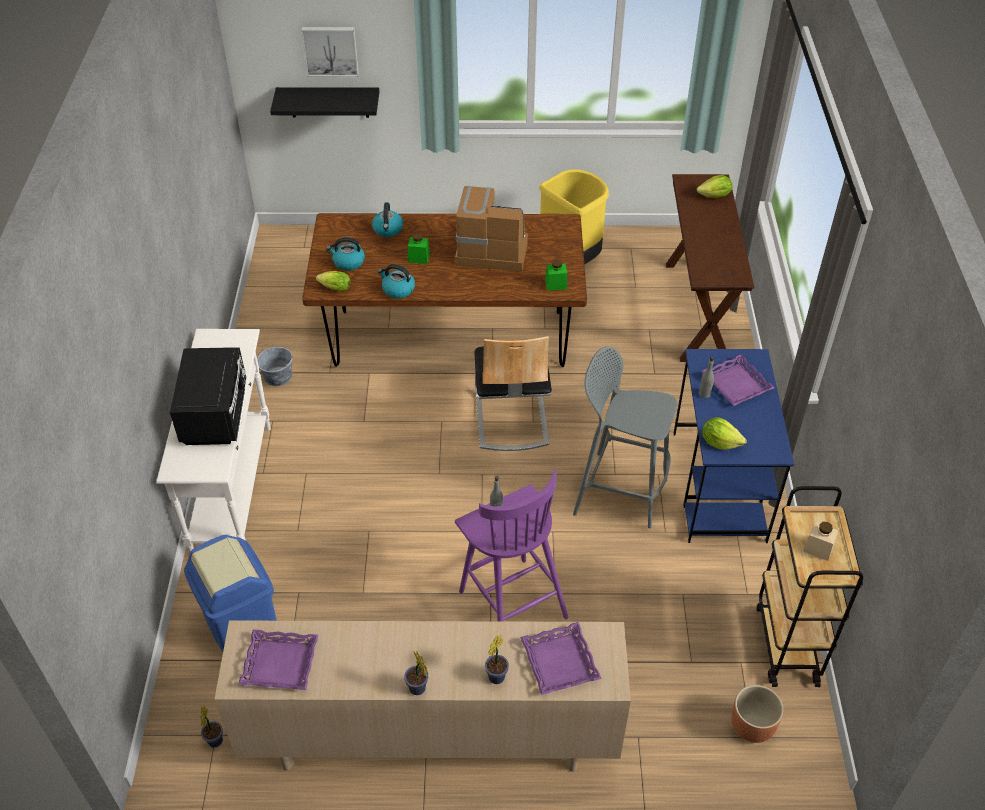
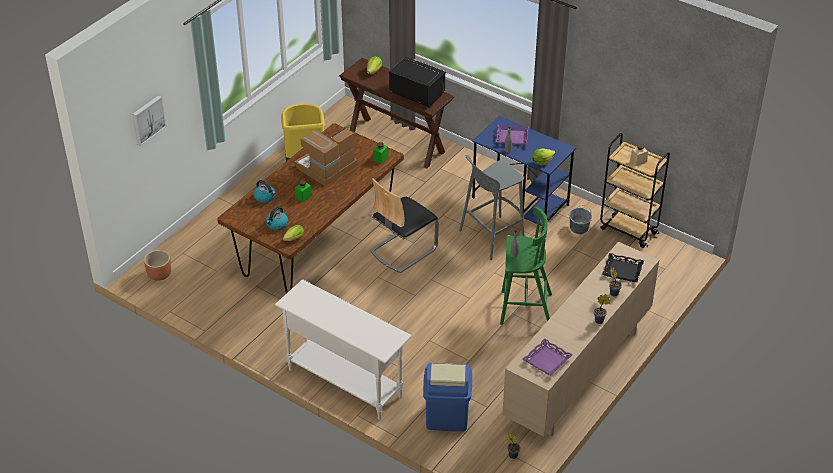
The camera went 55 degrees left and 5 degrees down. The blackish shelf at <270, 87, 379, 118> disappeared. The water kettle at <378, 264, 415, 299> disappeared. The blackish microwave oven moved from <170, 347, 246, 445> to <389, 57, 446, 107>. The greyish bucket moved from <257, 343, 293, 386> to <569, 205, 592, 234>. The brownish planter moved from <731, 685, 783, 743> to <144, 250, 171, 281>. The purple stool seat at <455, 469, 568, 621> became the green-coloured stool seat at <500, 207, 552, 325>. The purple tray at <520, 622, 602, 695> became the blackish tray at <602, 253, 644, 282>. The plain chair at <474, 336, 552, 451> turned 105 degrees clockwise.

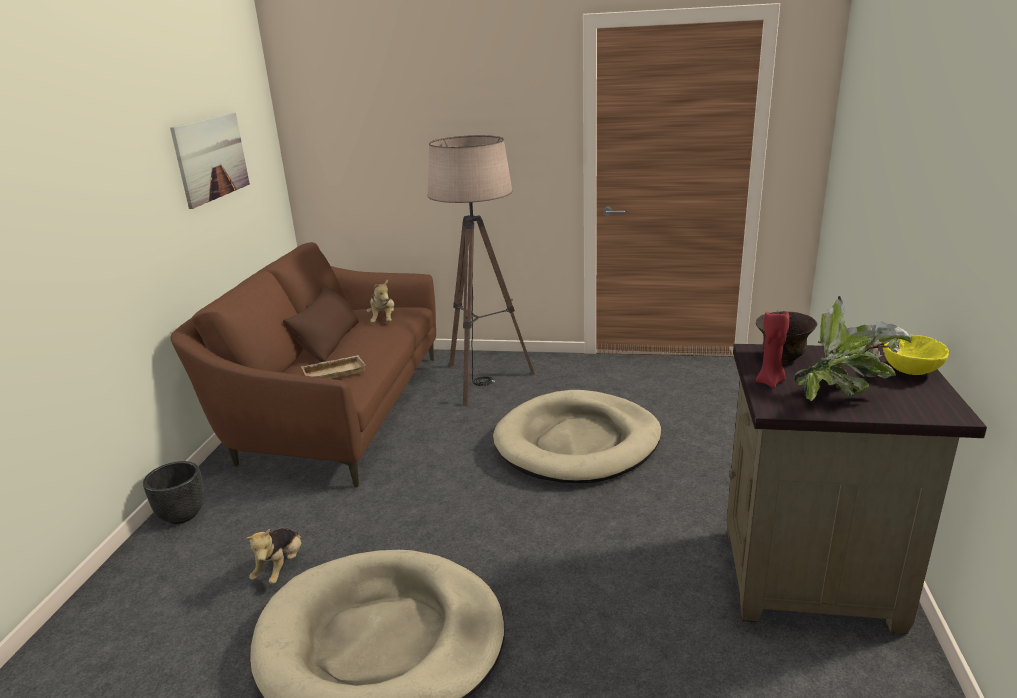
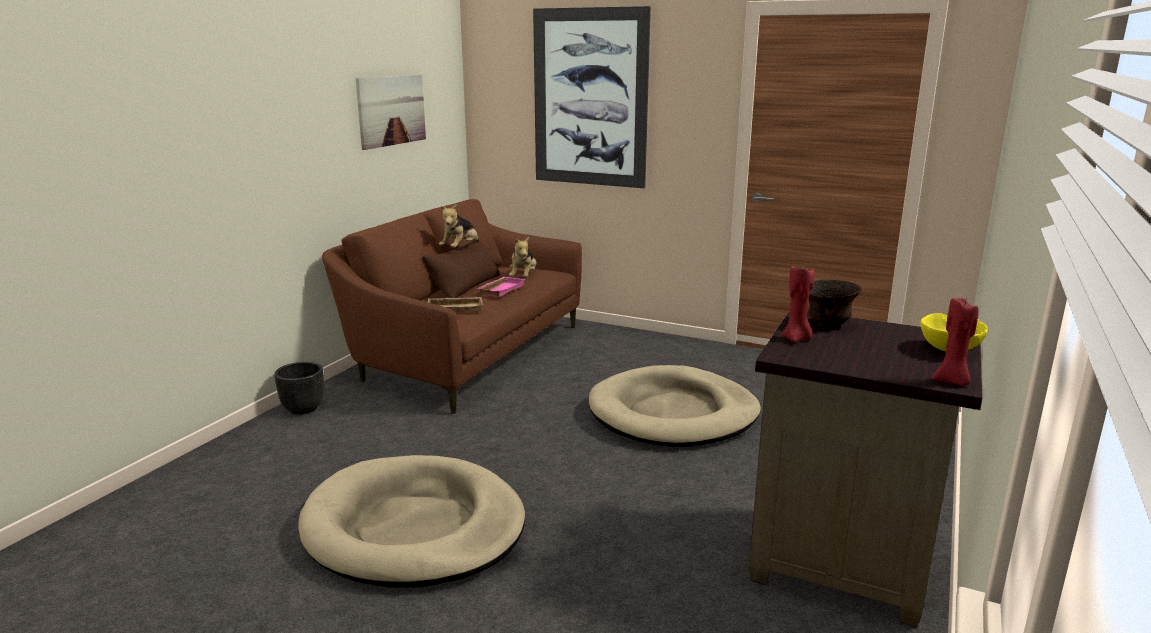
The camera went 15 degrees right and 5 degrees down. The standing lamp at <427, 135, 535, 406> disappeared. The potted plant at <794, 295, 912, 401> disappeared. The pink-coloured tray at <478, 277, 525, 297> appeared. The picture at <533, 6, 651, 189> appeared. The red candle at <932, 298, 978, 386> appeared. The soft toy moved from <246, 528, 301, 584> to <439, 204, 478, 248>.

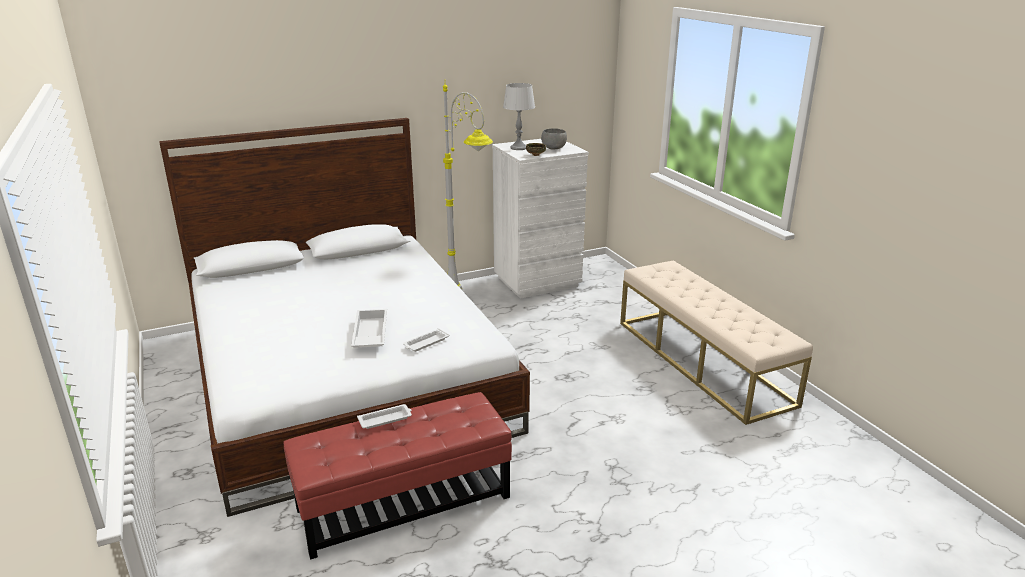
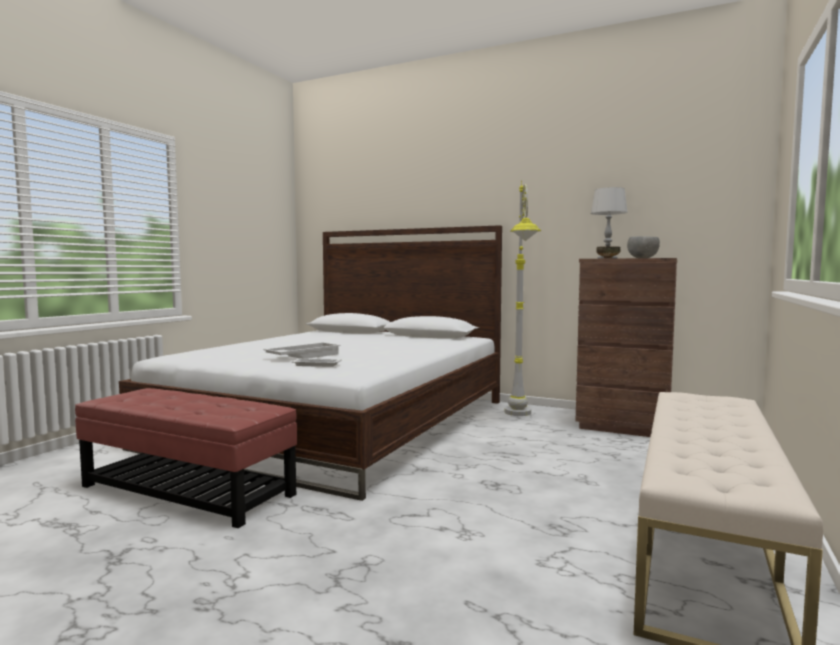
The camera went 50 degrees right and 20 degrees down. The whitish tray at <357, 404, 412, 429> disappeared. The whitish chest of drawers at <492, 139, 589, 299> became the brownish chest of drawers at <575, 258, 677, 437>.

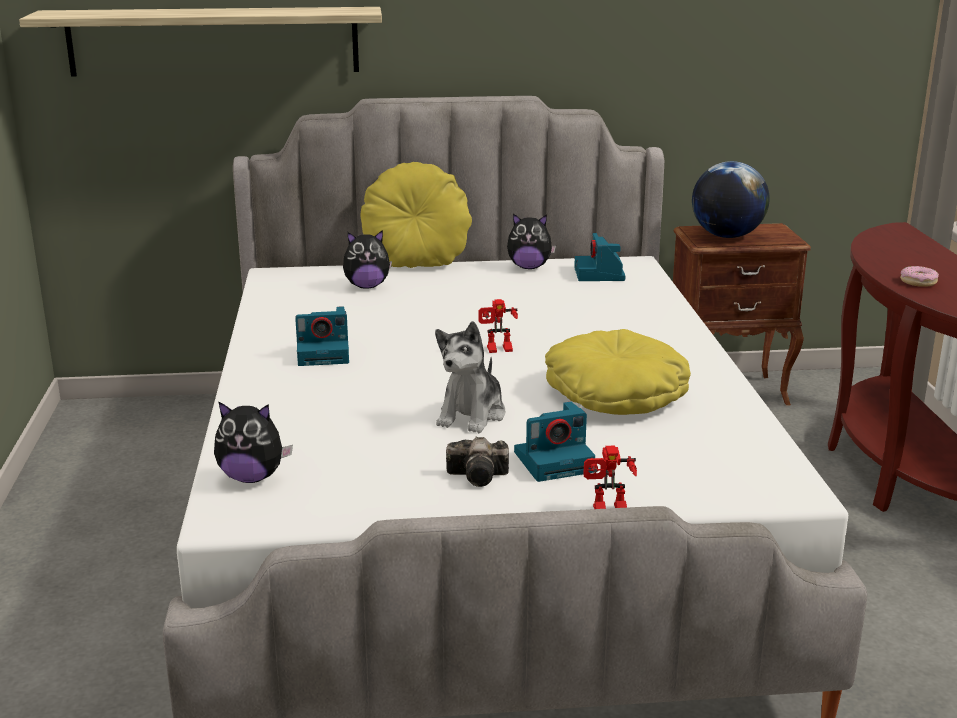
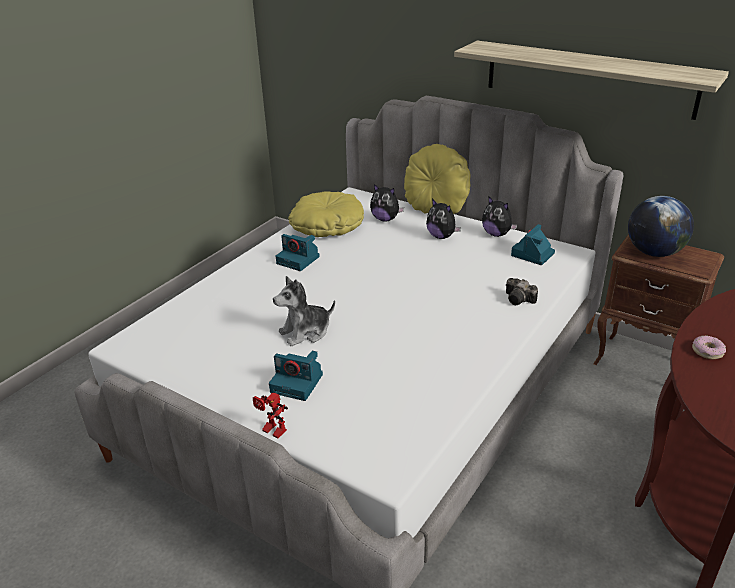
The camera went 40 degrees right and 10 degrees up. The toy robot at <478, 299, 518, 353> disappeared. The shelf moved from <19, 7, 382, 76> to <454, 41, 729, 120>. The soft toy moved from <214, 401, 293, 483> to <426, 199, 461, 239>. The still camera moved from <446, 437, 509, 487> to <506, 278, 538, 305>. The yellow-coloured pillow moved from <545, 329, 691, 415> to <288, 192, 364, 237>.

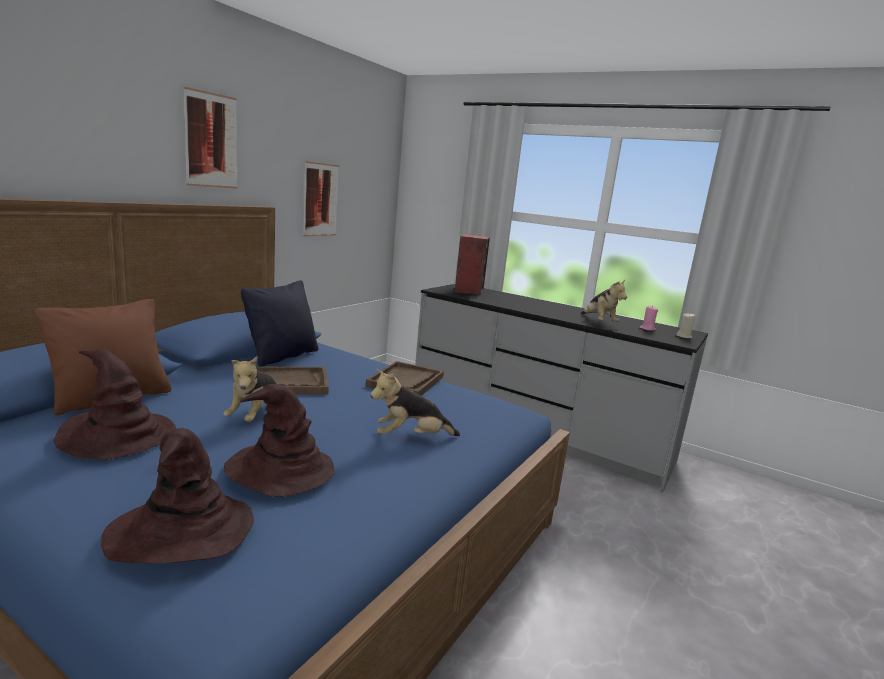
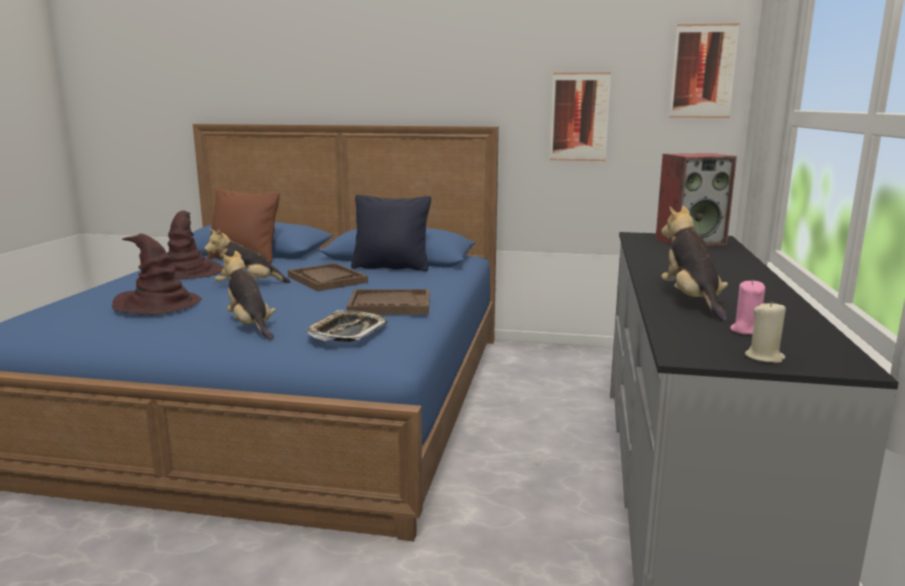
The camera went 70 degrees right and 0 degrees up. The brownish wearable hat at <101, 428, 254, 563> disappeared. The tray at <307, 310, 388, 342> appeared. The picture moved from <183, 87, 237, 188> to <669, 23, 740, 118>. The soft toy at <581, 280, 627, 322> turned 120 degrees clockwise.

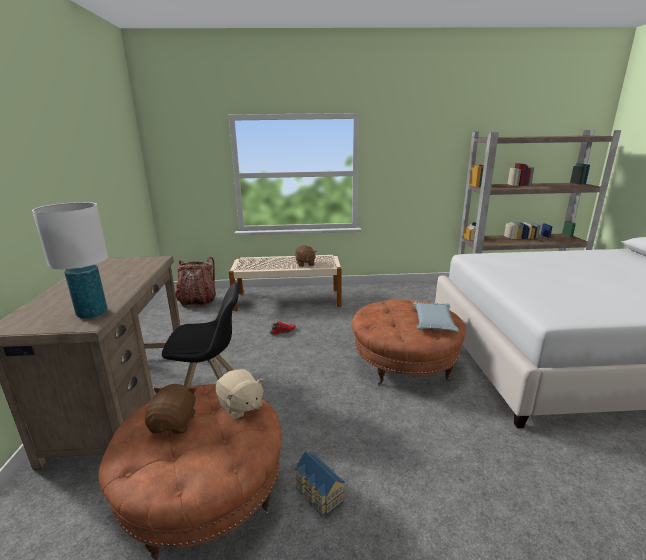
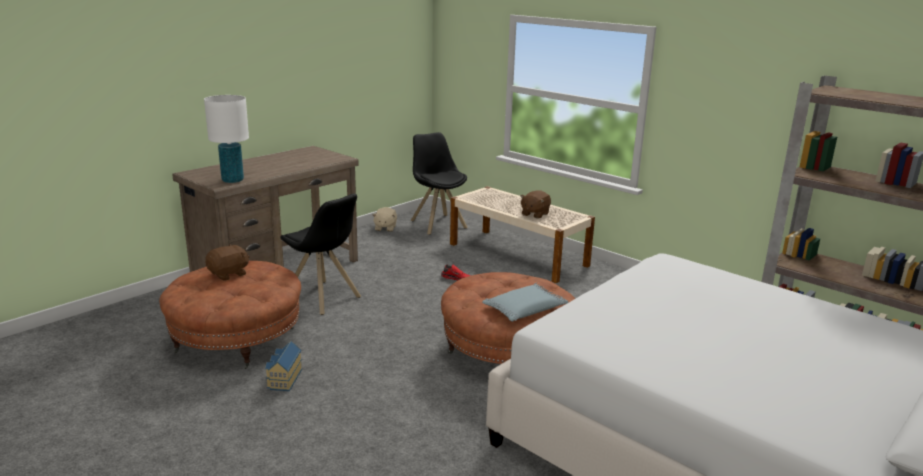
The camera went 45 degrees right and 0 degrees up. The beige soft toy moved from <216, 369, 264, 420> to <372, 207, 397, 232>. The knapsack at <175, 257, 216, 307> was replaced by the blackish plain chair at <411, 132, 468, 235>.

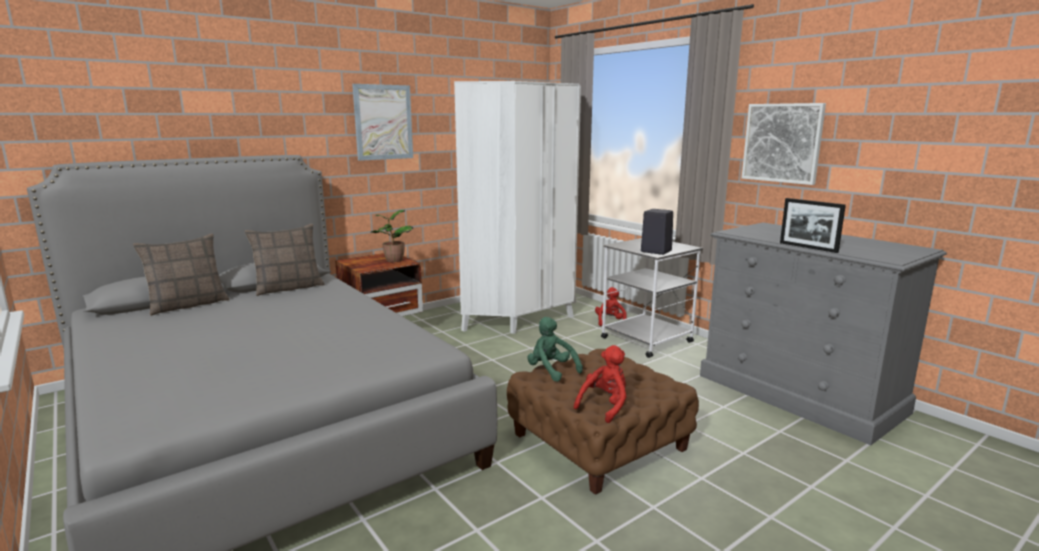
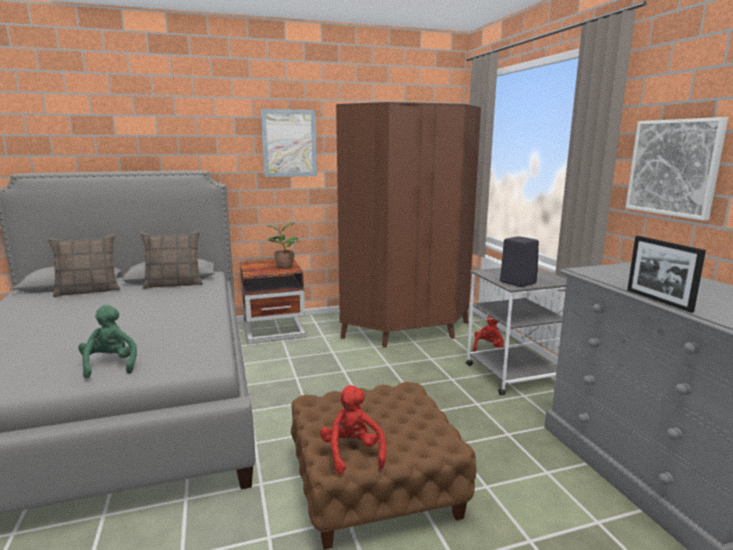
The camera went 20 degrees right and 0 degrees up. The green-coloured soft toy moved from <527, 317, 583, 382> to <78, 305, 137, 378>. The whitish wardrobe at <454, 81, 581, 334> became the brownish wardrobe at <336, 102, 481, 348>. The red soft toy at <574, 345, 627, 423> turned 75 degrees counterclockwise.

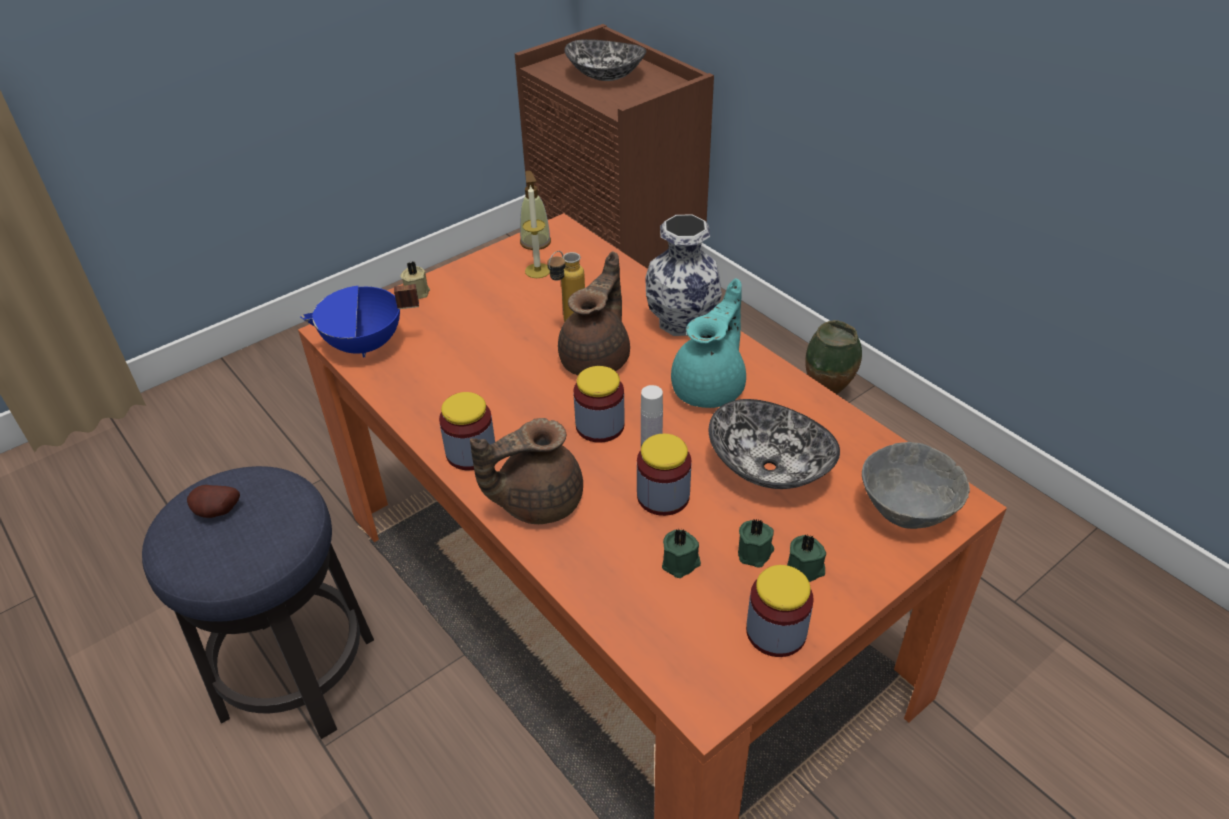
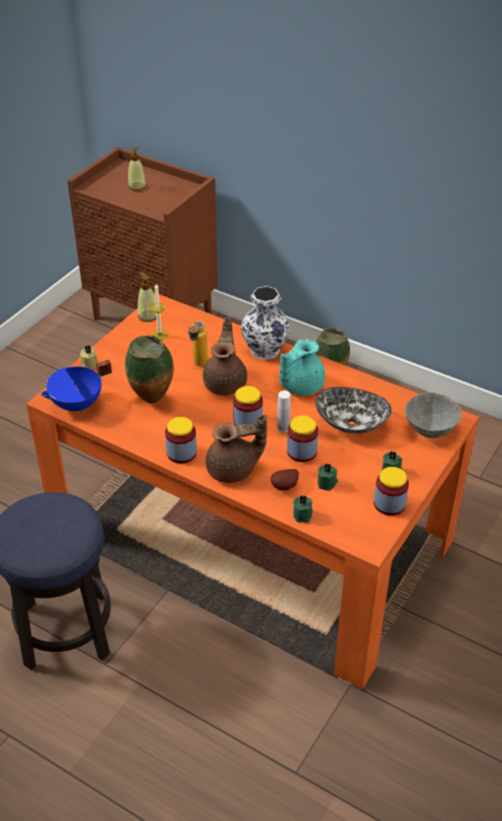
The camera went 20 degrees left and 0 degrees up. The flower vase at <125, 335, 174, 404> appeared. The whole potato moved from <187, 485, 240, 518> to <271, 469, 299, 491>. The green-coloured candle moved from <738, 519, 774, 567> to <293, 496, 313, 523>. The bowl at <565, 39, 646, 81> was replaced by the liquid soap bottle at <128, 148, 146, 191>. The brownish teapot at <470, 418, 583, 524> turned 150 degrees counterclockwise. The turquoise-coloured teapot at <671, 278, 746, 408> turned 150 degrees counterclockwise.

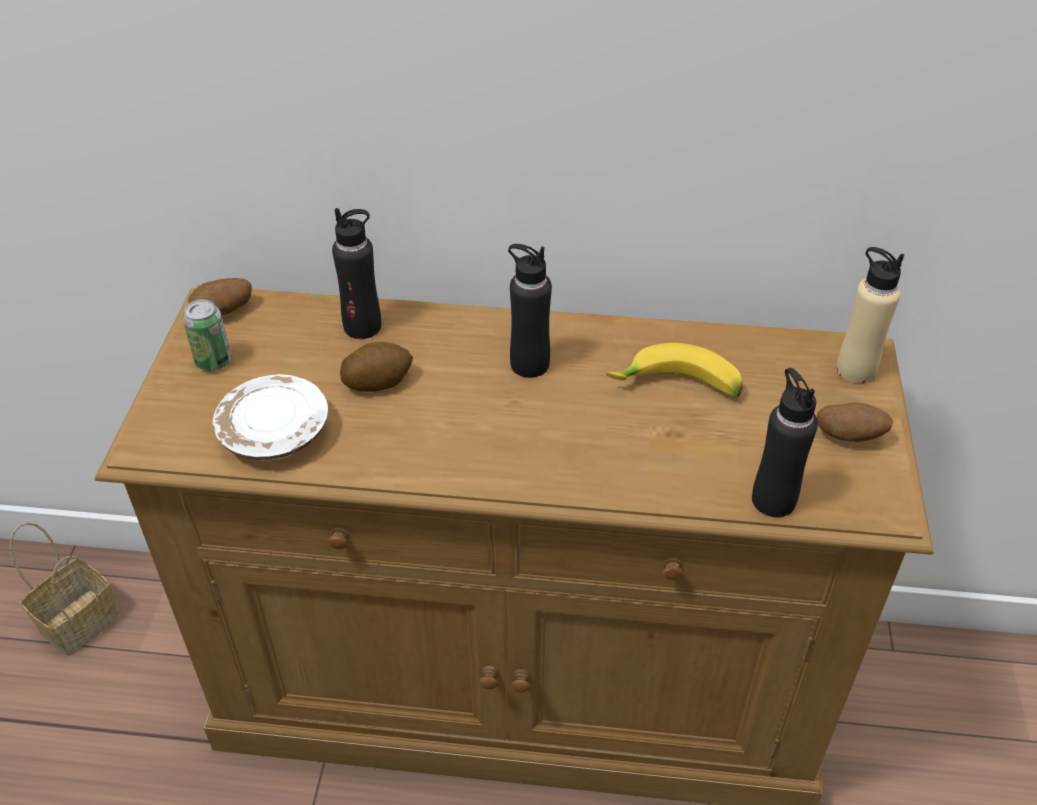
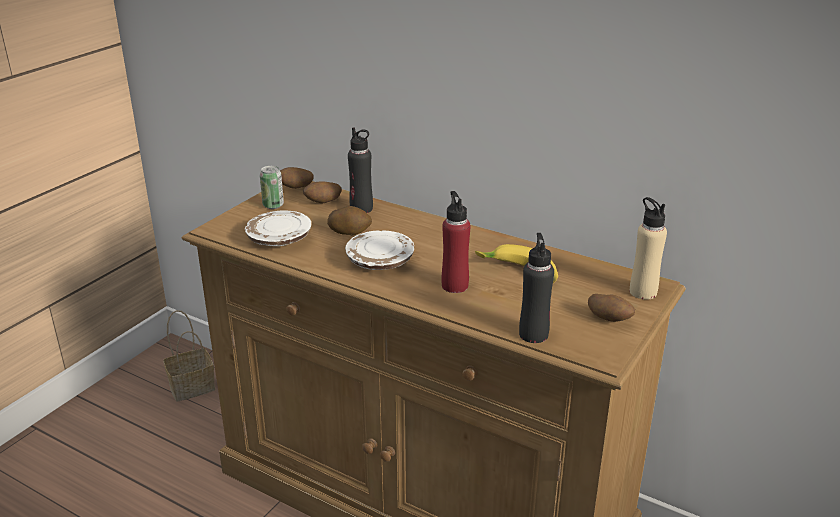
The camera went 25 degrees right and 15 degrees down. The blackish bottle at <508, 244, 552, 378> disappeared. The whole potato at <303, 181, 341, 203> appeared. The whitish plate at <345, 230, 414, 270> appeared. The red bottle at <441, 191, 470, 293> appeared.

